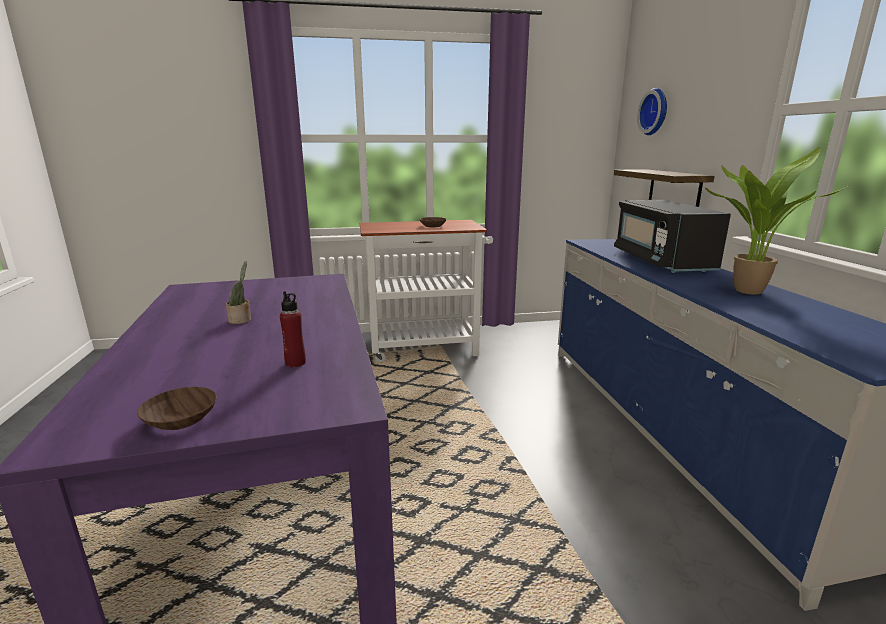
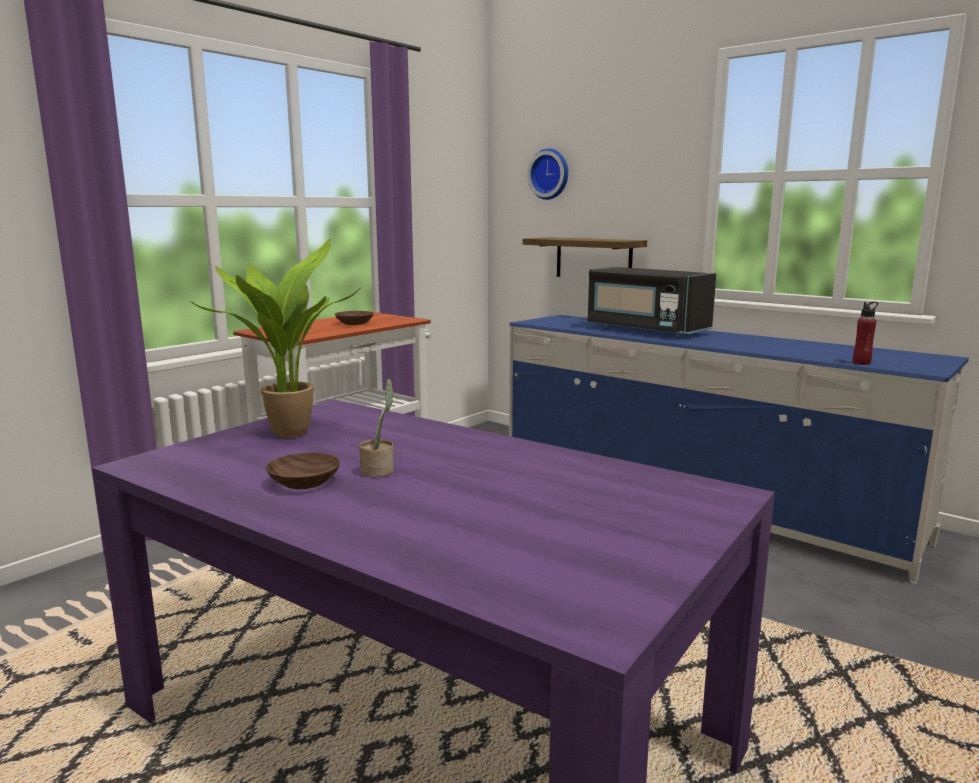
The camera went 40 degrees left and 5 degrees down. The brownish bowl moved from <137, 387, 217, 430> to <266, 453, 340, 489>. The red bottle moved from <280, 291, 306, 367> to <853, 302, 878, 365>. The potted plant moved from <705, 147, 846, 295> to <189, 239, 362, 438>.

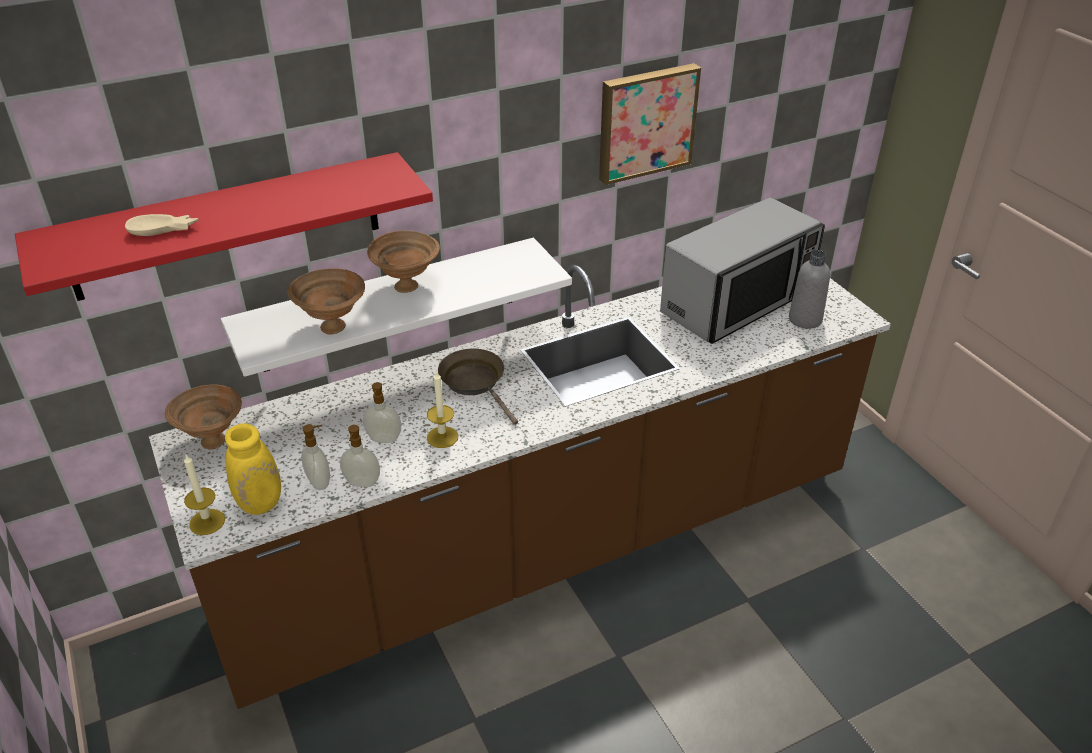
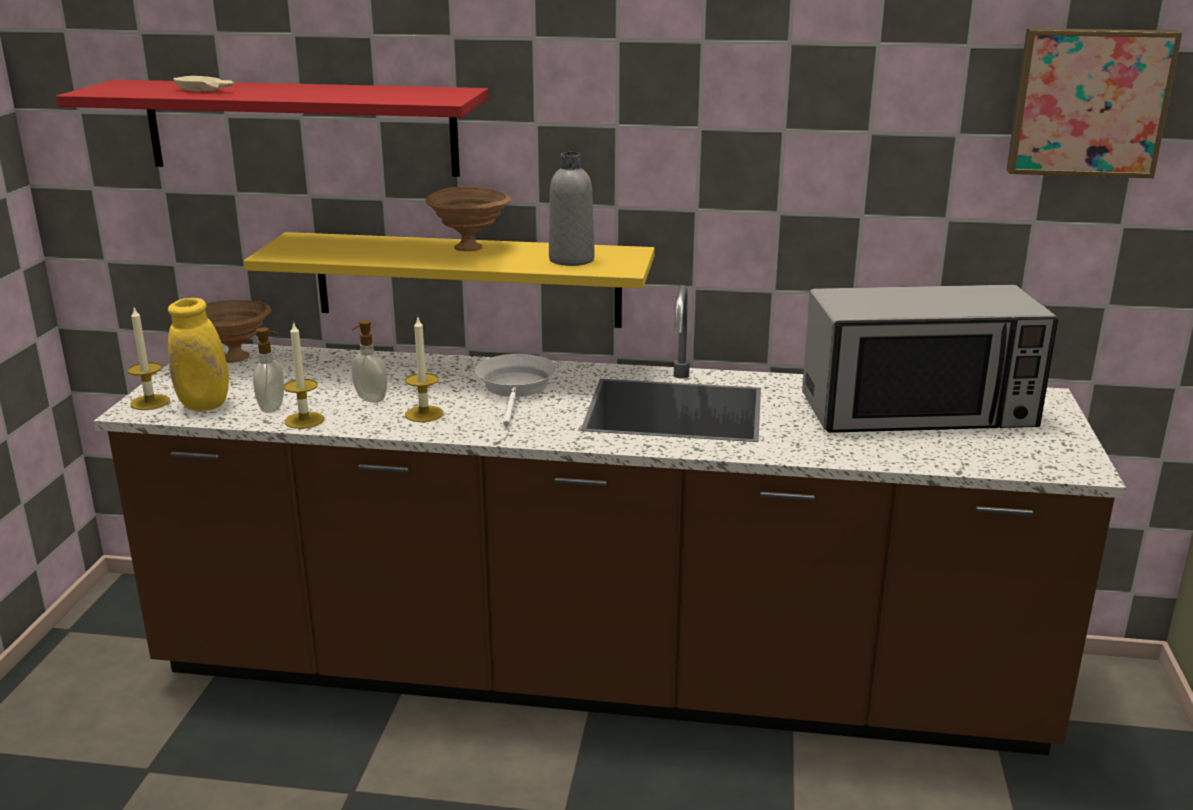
The camera went 35 degrees right and 15 degrees down. The brownish bowl at <287, 268, 365, 335> disappeared. The picture moved from <599, 63, 701, 185> to <1007, 28, 1183, 178>. The greyish bottle moved from <789, 250, 830, 329> to <549, 152, 595, 266>. The liquid soap bottle at <340, 425, 380, 487> was replaced by the candle at <284, 321, 324, 429>. The whitish shelf at <221, 238, 572, 377> became the yellow-coloured shelf at <244, 232, 655, 328>. The brownish skillet at <438, 349, 518, 425> became the whitish skillet at <475, 354, 557, 426>.

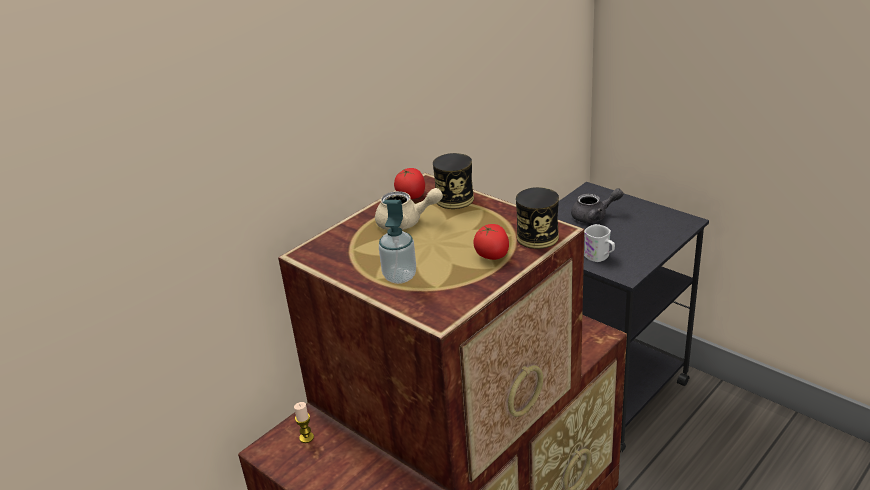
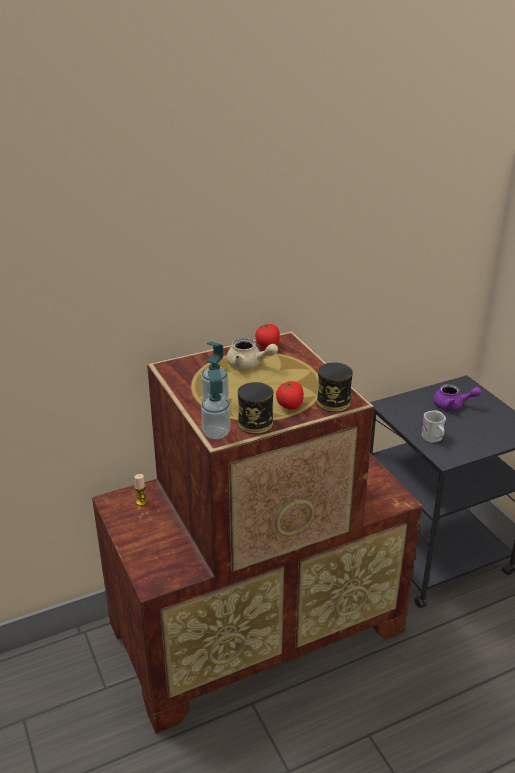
The camera went 20 degrees right and 0 degrees up. The liquid soap bottle at <201, 369, 230, 439> appeared. The metal can moved from <433, 153, 474, 209> to <238, 382, 273, 434>. The greyish teapot at <571, 188, 623, 223> became the purple teapot at <433, 384, 482, 410>.

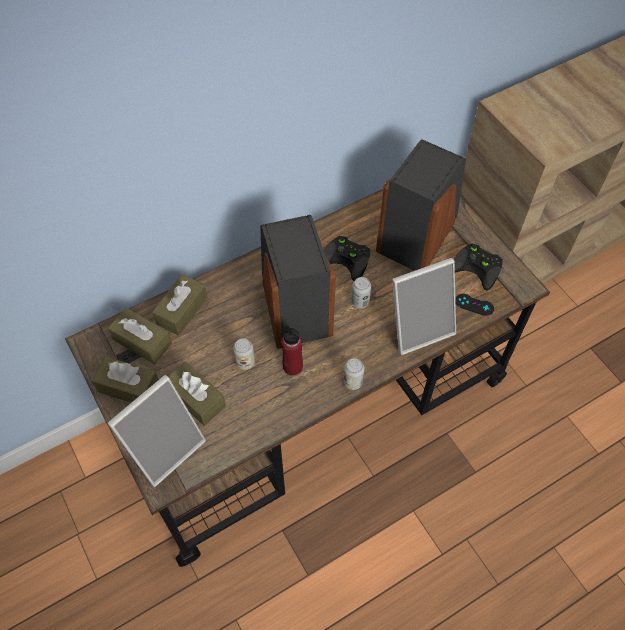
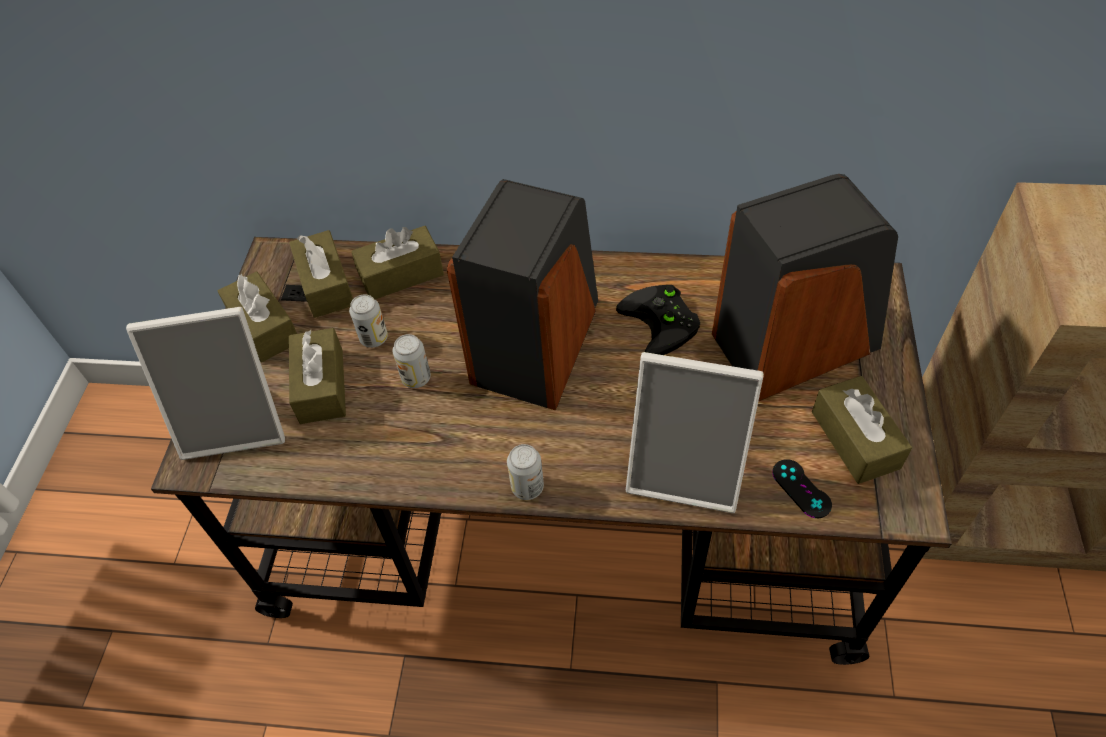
The camera went 40 degrees right and 5 degrees down. The red bottle at <281, 325, 303, 375> disappeared. The metal can moved from <351, 277, 371, 309> to <349, 294, 388, 348>. The blackish joypad at <454, 243, 503, 291> was replaced by the brownish box of tissues at <812, 376, 912, 484>.

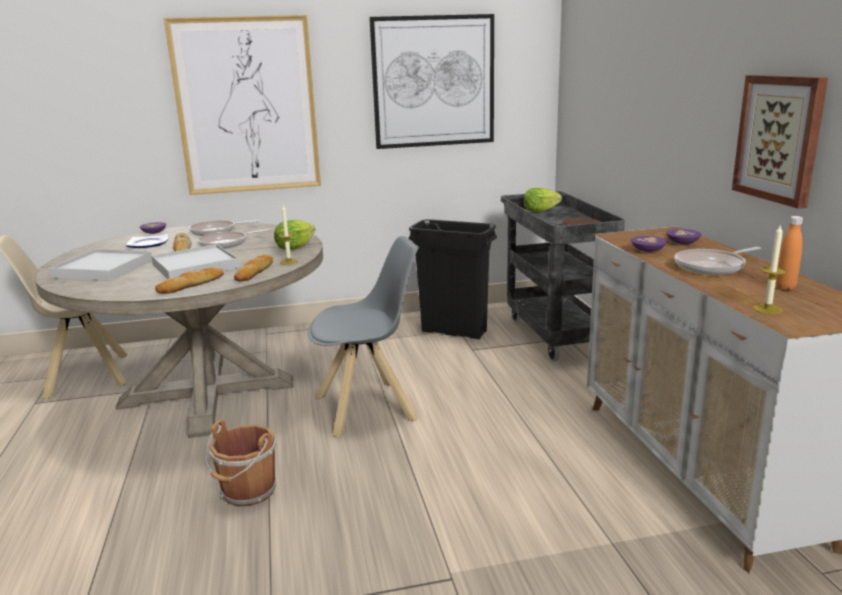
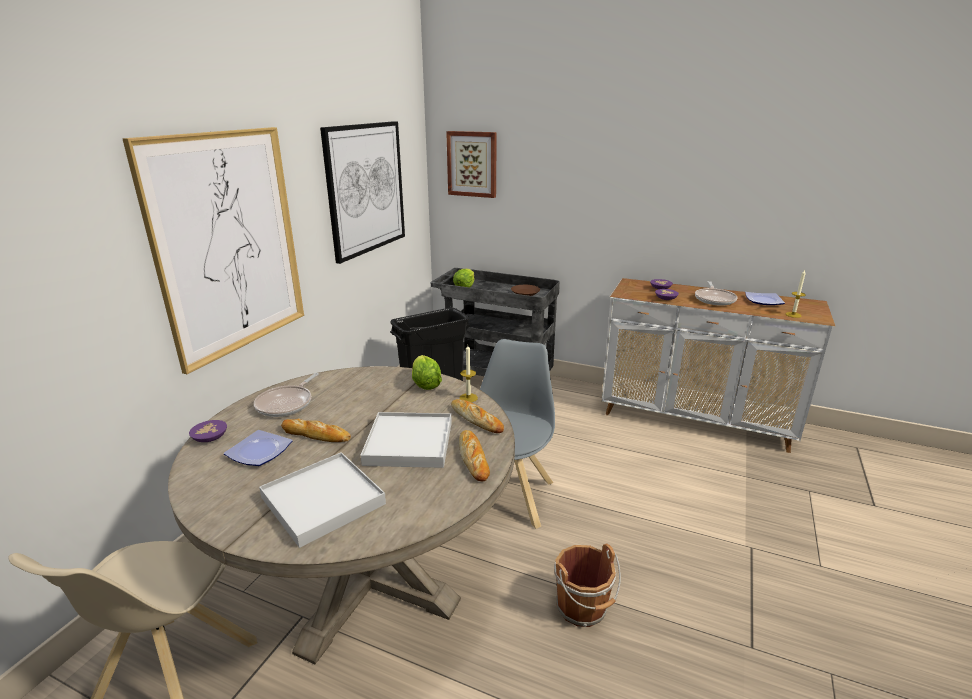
The camera went 55 degrees left and 5 degrees up. The skillet at <197, 229, 271, 249> disappeared. The picture moved from <732, 75, 828, 209> to <446, 131, 497, 198>. The orange bottle at <775, 216, 803, 290> was replaced by the plate at <745, 292, 785, 305>.

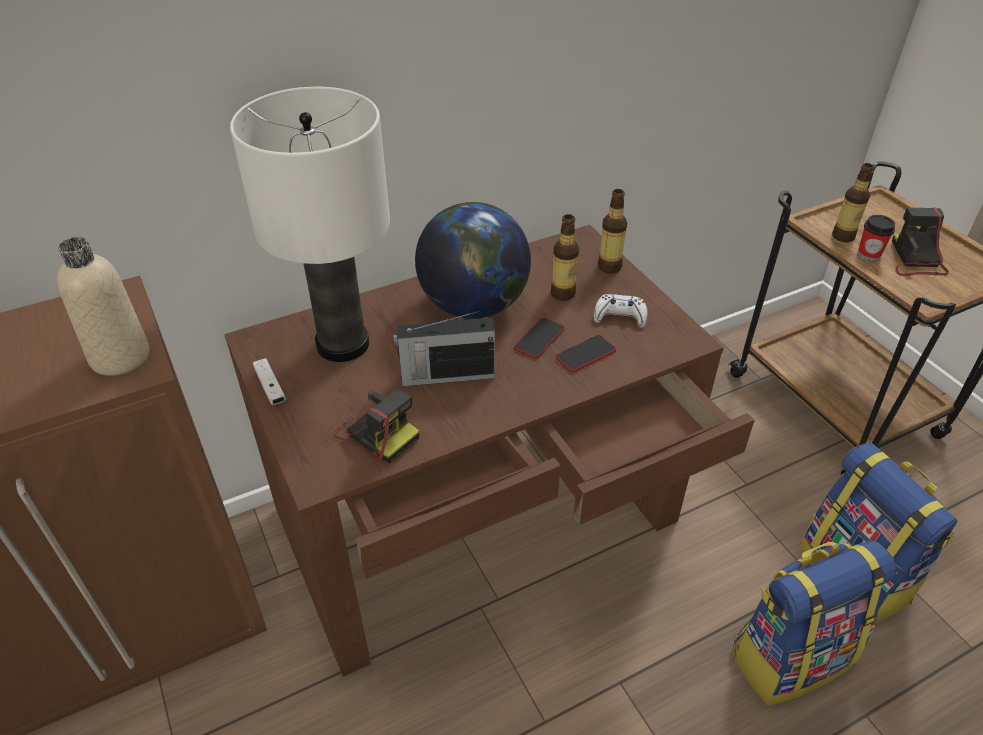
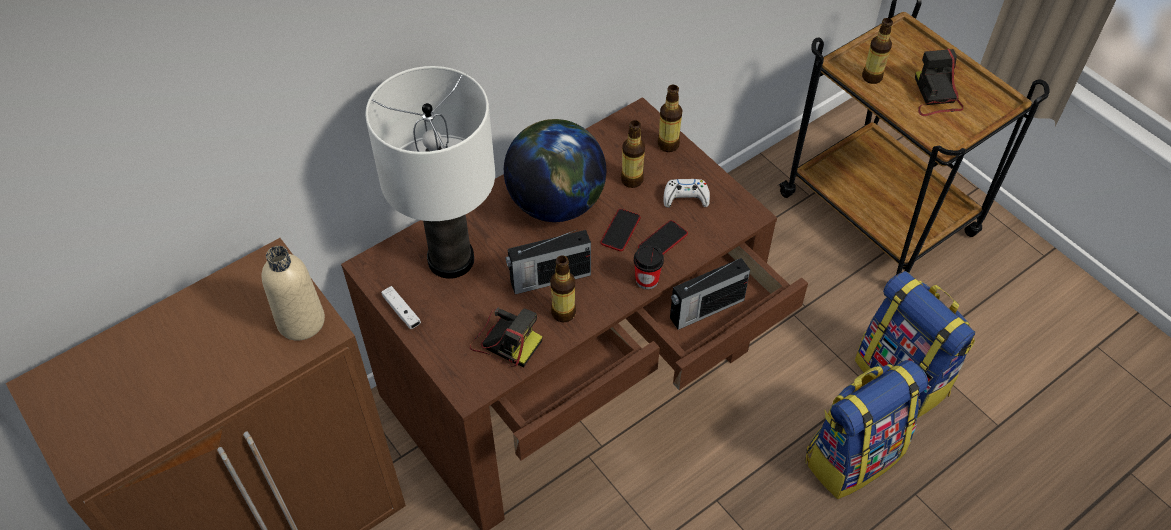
The camera went 10 degrees left and 10 degrees up. The bottle at <550, 256, 576, 323> appeared. The radio at <670, 258, 750, 330> appeared. The small cup moved from <858, 215, 895, 261> to <634, 245, 664, 290>.

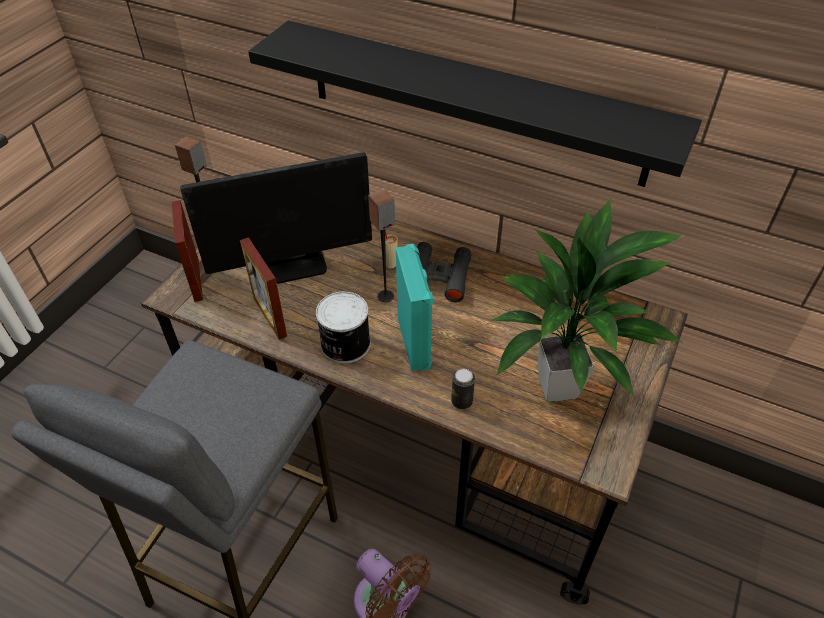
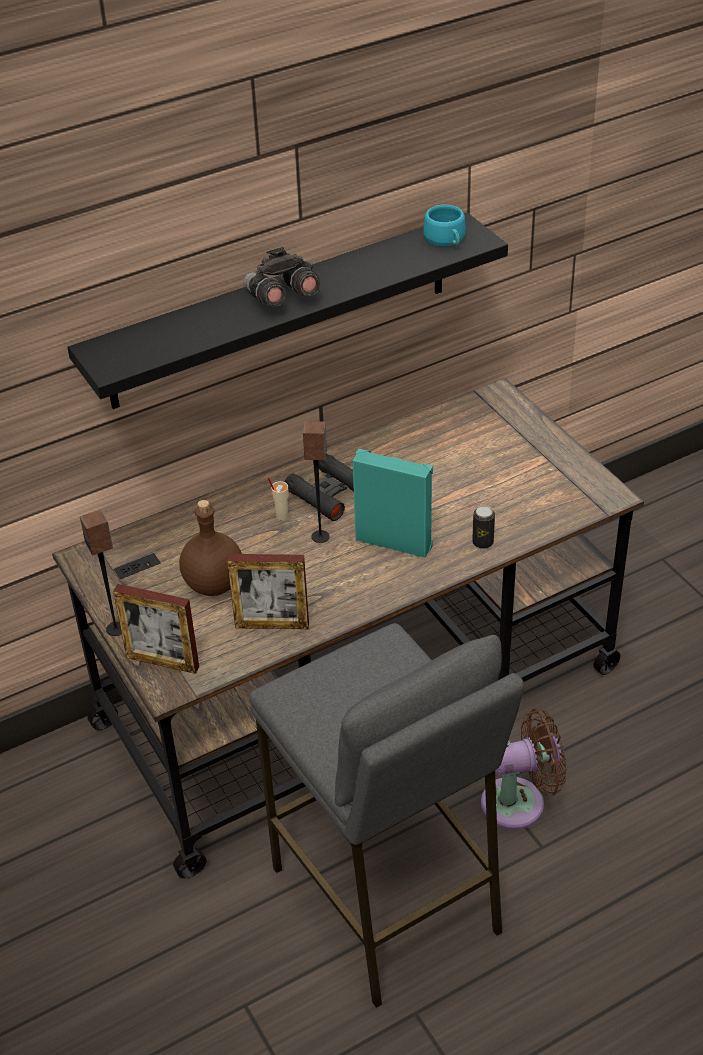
The camera went 55 degrees left and 5 degrees down. The metal can at <316, 292, 371, 363> disappeared. The potted plant at <491, 198, 684, 402> disappeared. The greyish pair of binoculars at <244, 247, 321, 307> appeared. The turquoise-coloured small cup at <423, 204, 466, 246> appeared. The computer display at <180, 152, 372, 284> was replaced by the brownish bottle at <179, 500, 242, 596>.

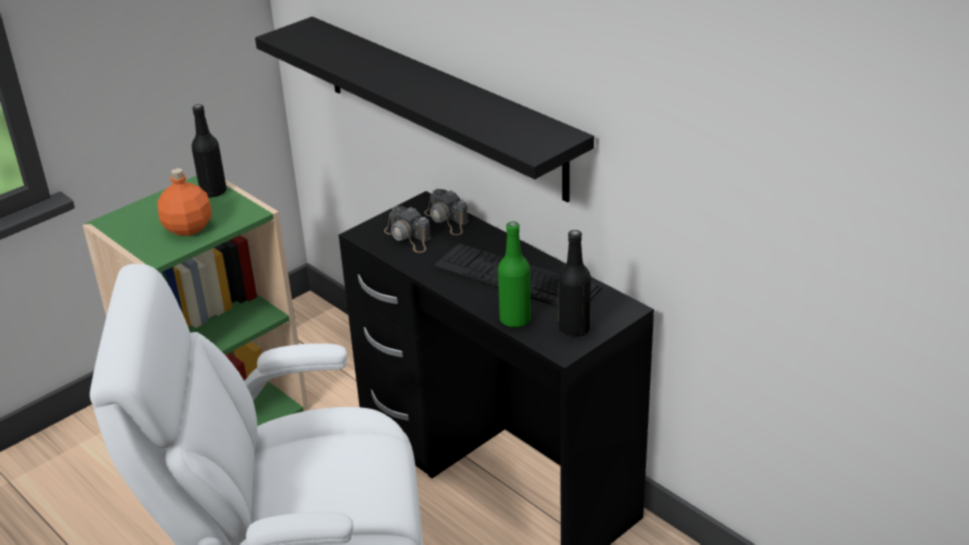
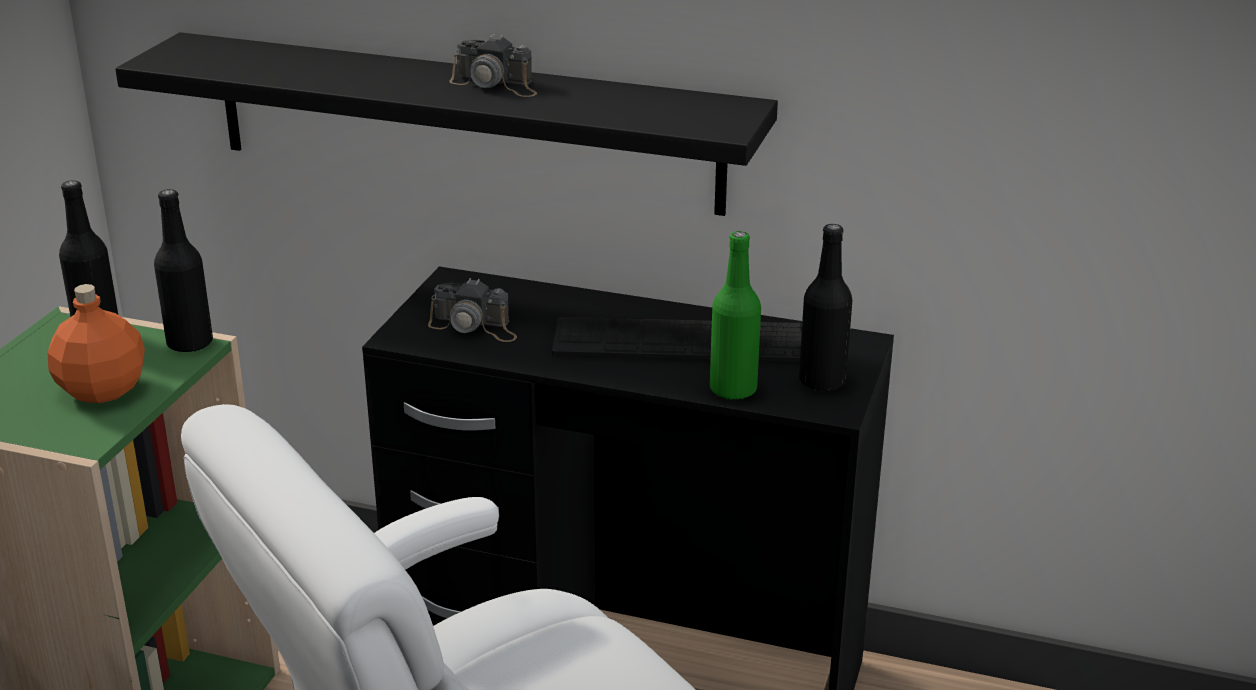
The camera went 30 degrees left and 5 degrees down. The blackish bottle at <154, 189, 213, 352> appeared. The still camera moved from <424, 189, 469, 235> to <449, 34, 537, 97>.

